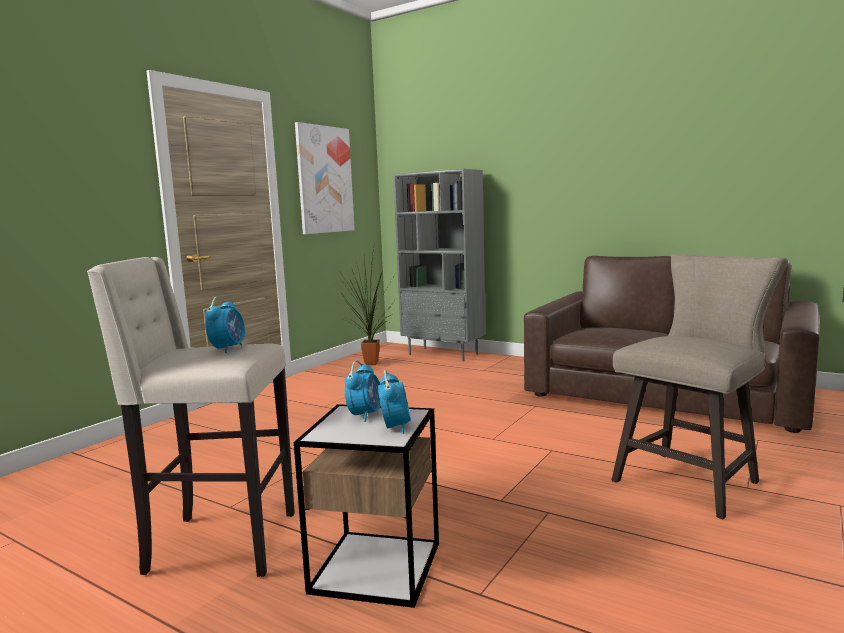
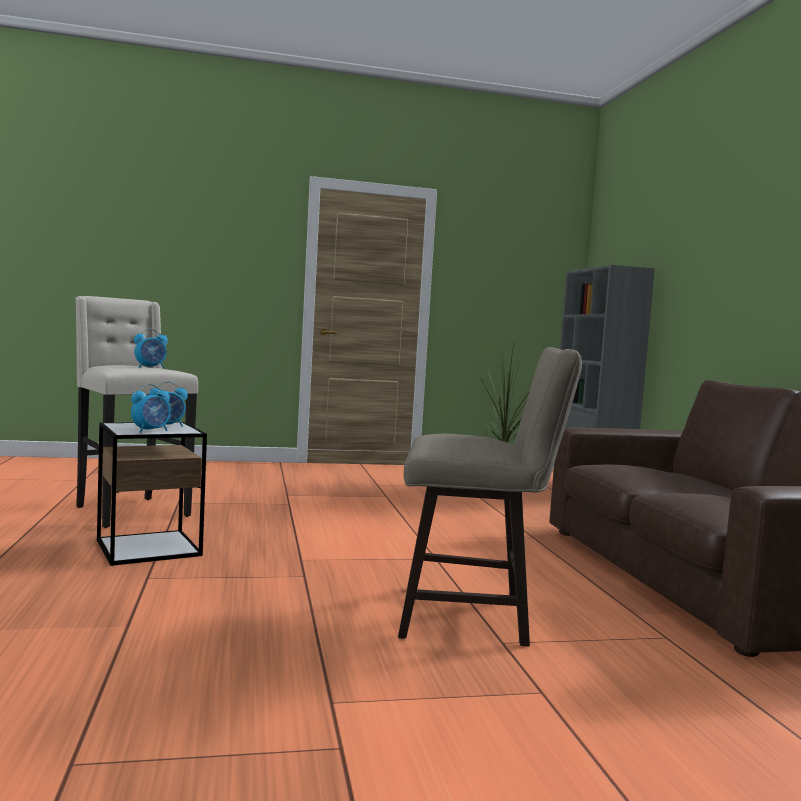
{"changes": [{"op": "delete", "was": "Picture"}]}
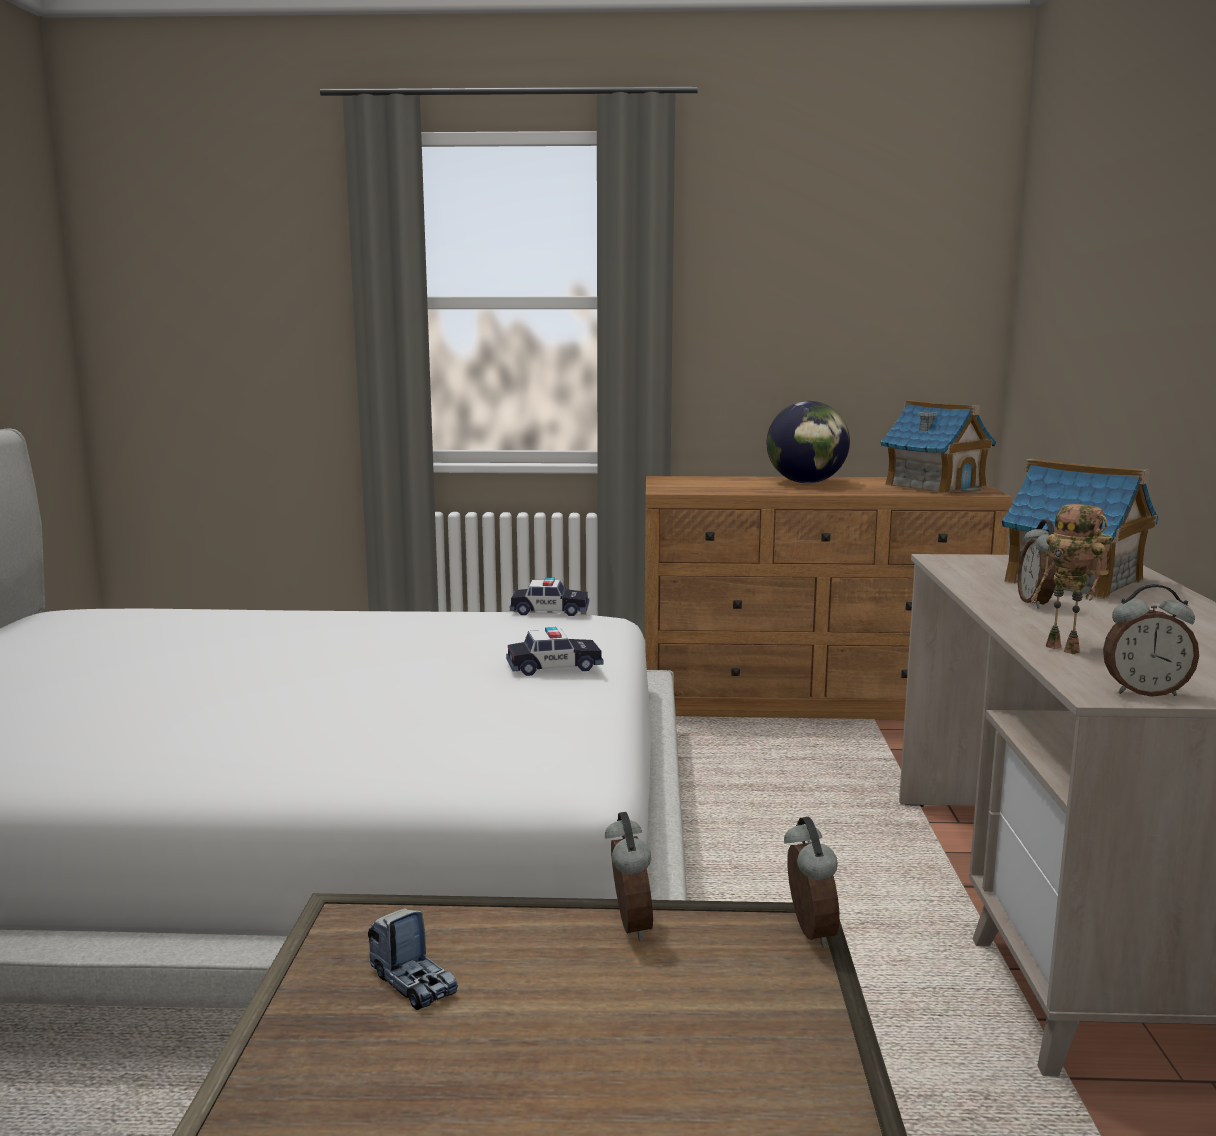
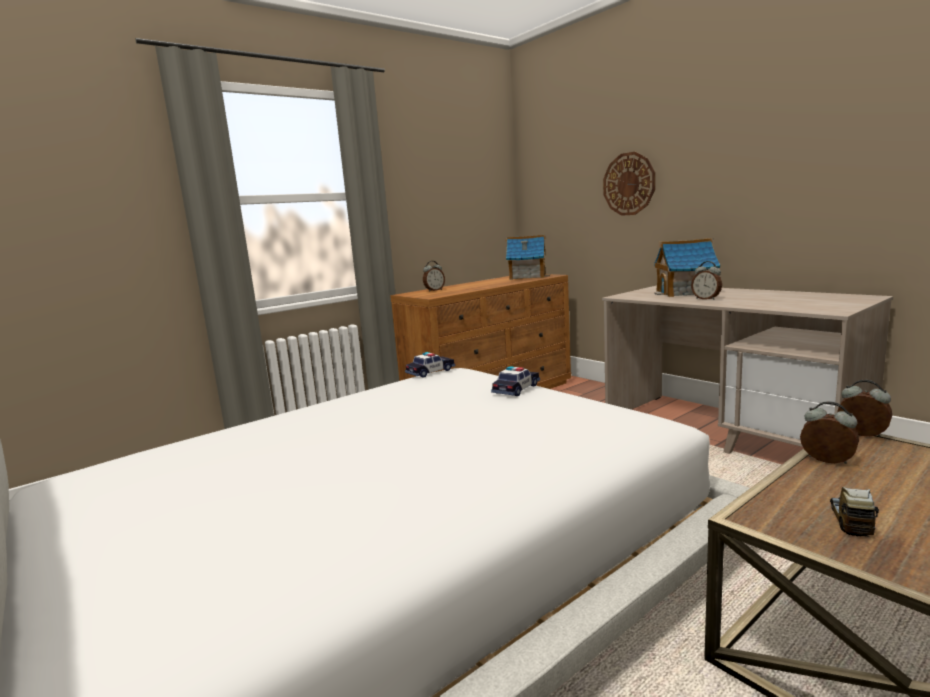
{"changes": [{"op": "delete", "was": "Globe"}, {"op": "delete", "was": "ToyRobot"}, {"op": "insert", "now": "WallClock"}, {"op": "move", "was": "AlarmClock (4th from left in the first image)", "now": "AlarmClock (1st from left)"}, {"op": "rotate", "was": "ToyTruck", "clockwise": -75}]}
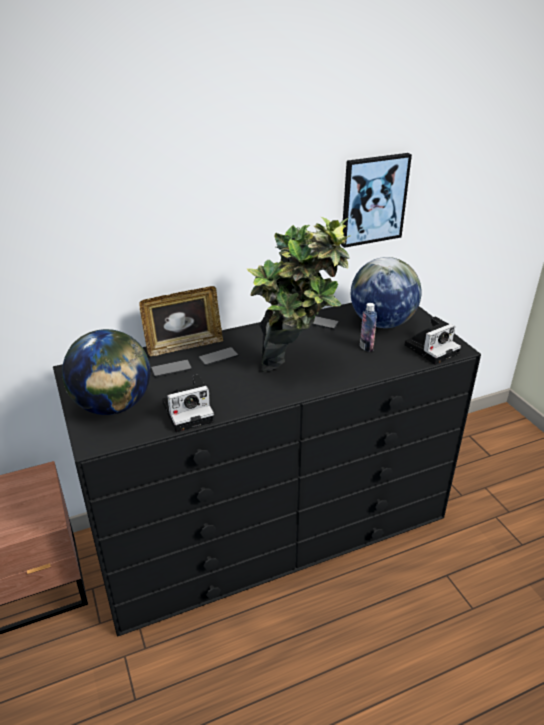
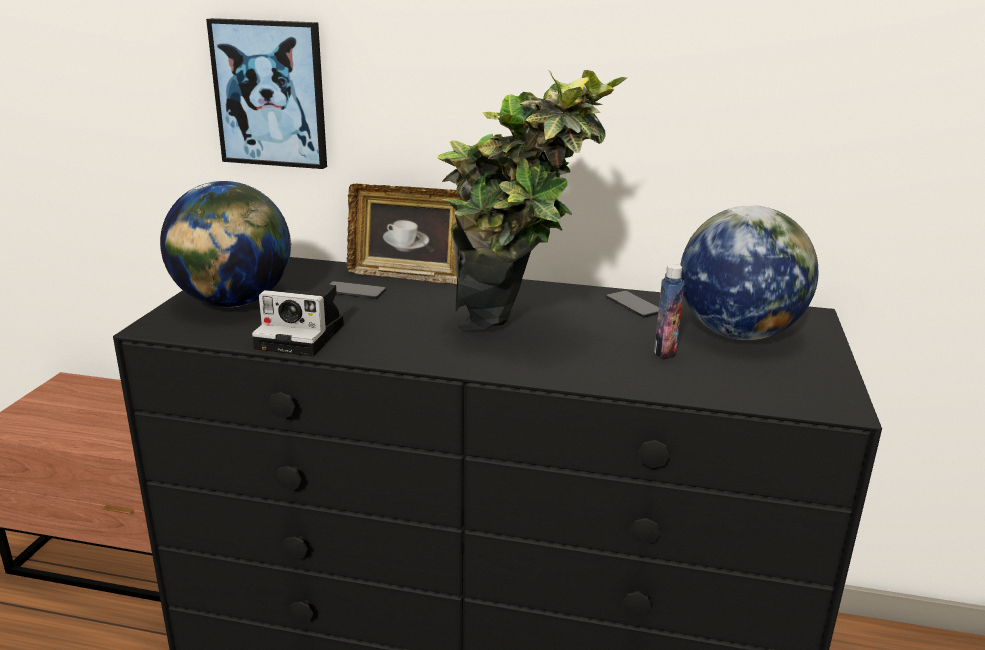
{"changes": [{"op": "delete", "was": "Phone (2nd from left)"}, {"op": "delete", "was": "PhotoCamera (2nd from left)"}, {"op": "move", "was": "Picture"}]}
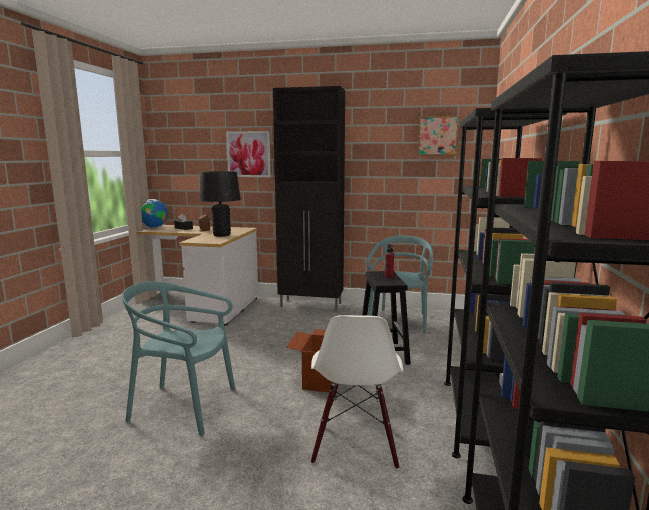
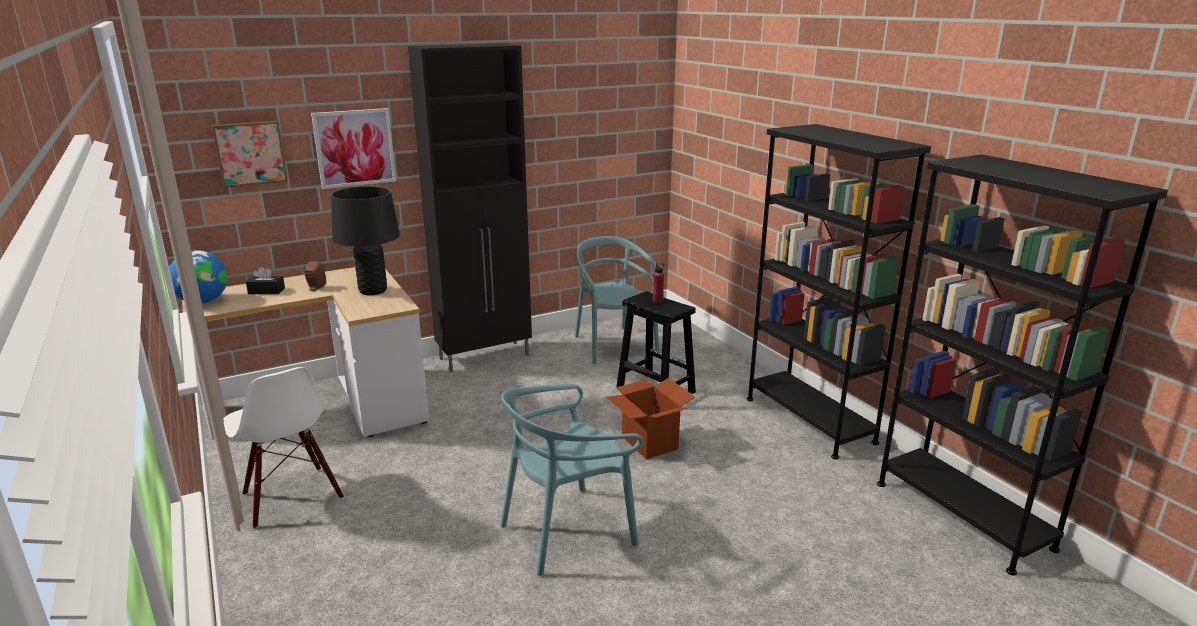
{"changes": [{"op": "move", "was": "WhiteChair"}, {"op": "move", "was": "Picture (2nd from left in the first image)", "now": "Picture (1st from left)"}]}
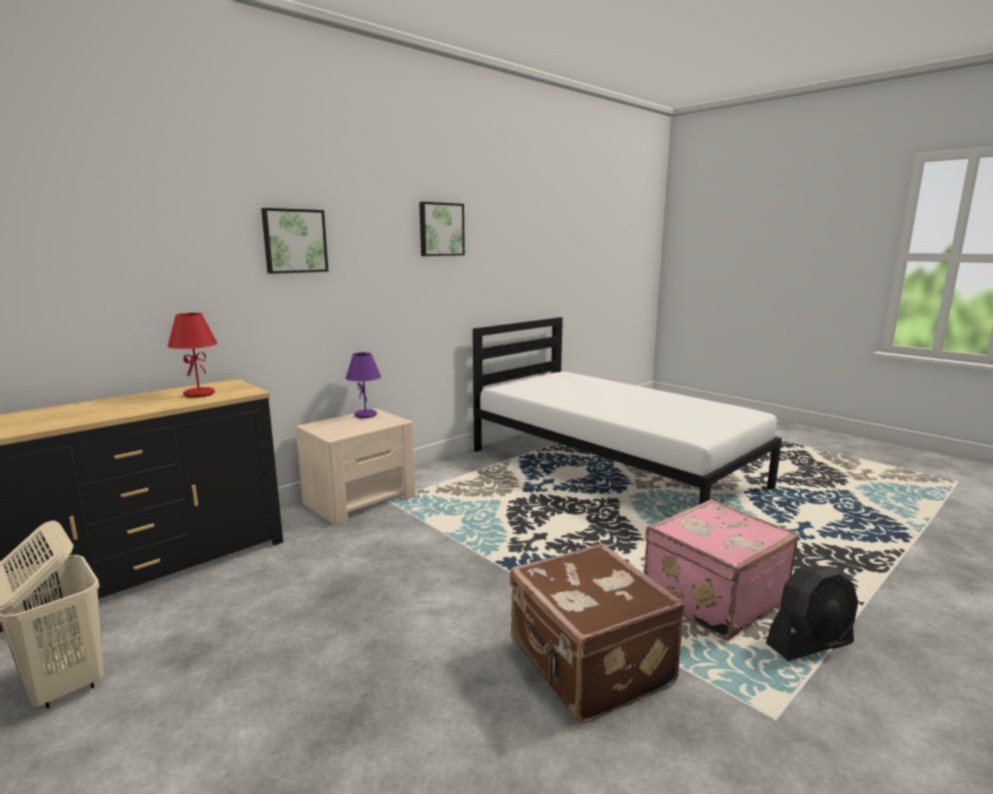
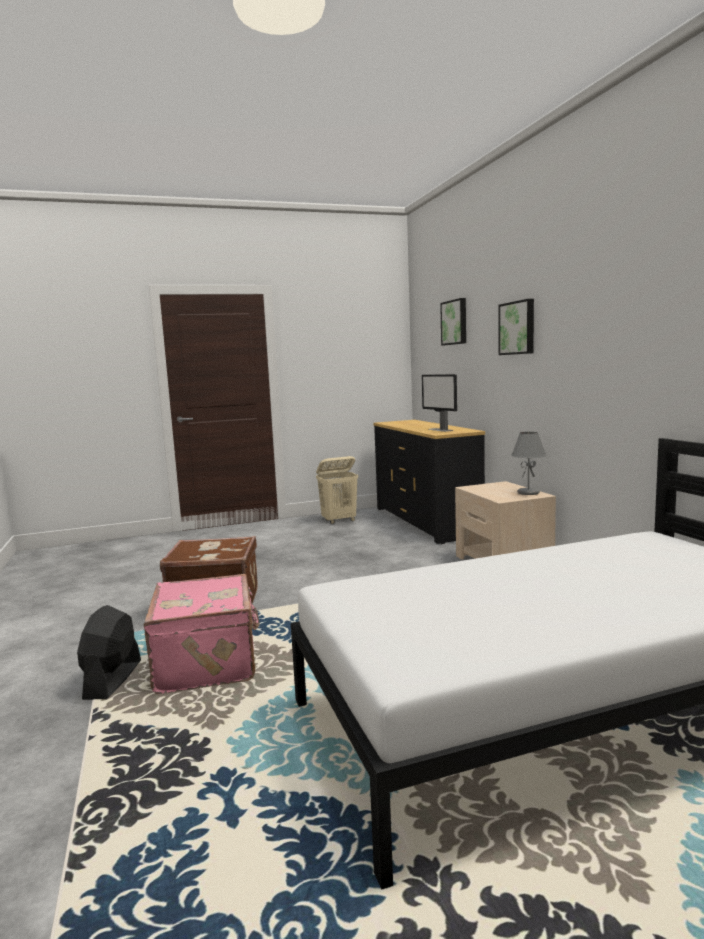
{"changes": [{"op": "move", "was": "Picture (2nd from left in the first image)", "now": "Picture (1st from left)"}, {"op": "replace", "was": "RedTableLamp", "now": "Monitor"}, {"op": "recolor", "was": "PurpleTableLamp", "now": "GreyTableLamp"}]}
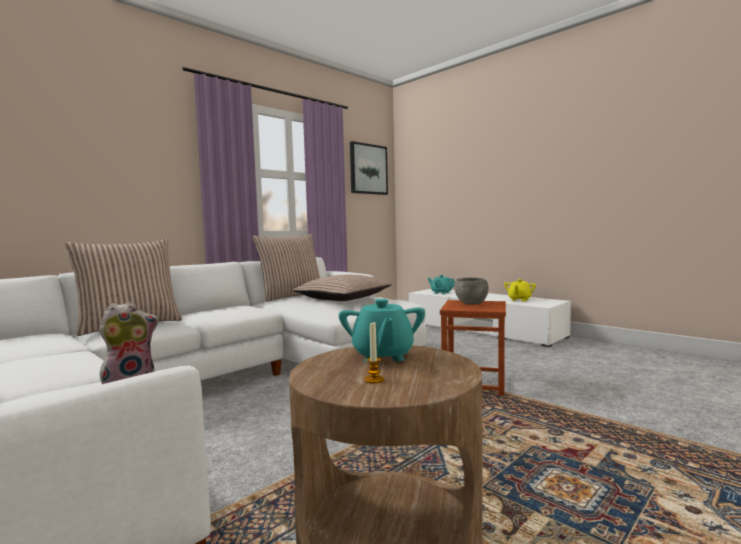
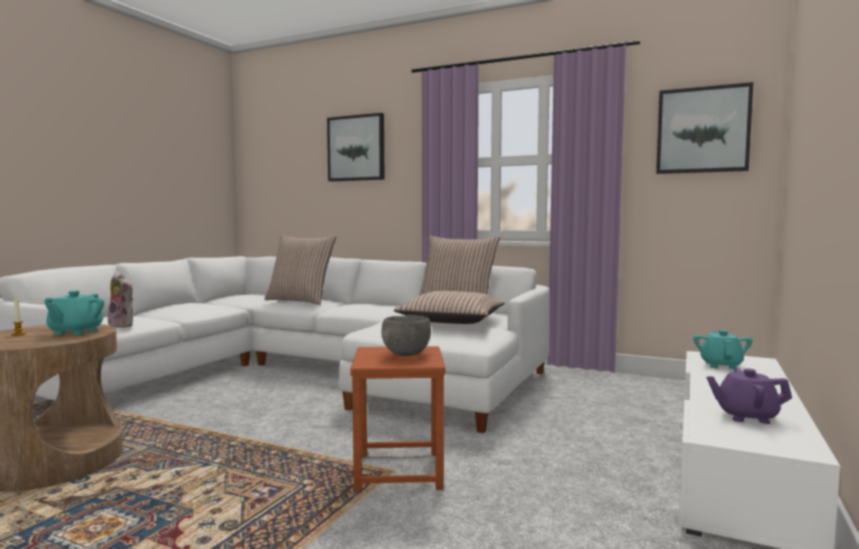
{"changes": [{"op": "insert", "now": "Picture (1st from left)"}, {"op": "recolor", "was": "YellowTeapot", "now": "PurpleTeapot"}, {"op": "rotate", "was": "TurquoiseTeapot (1st from left)", "clockwise": -60}]}
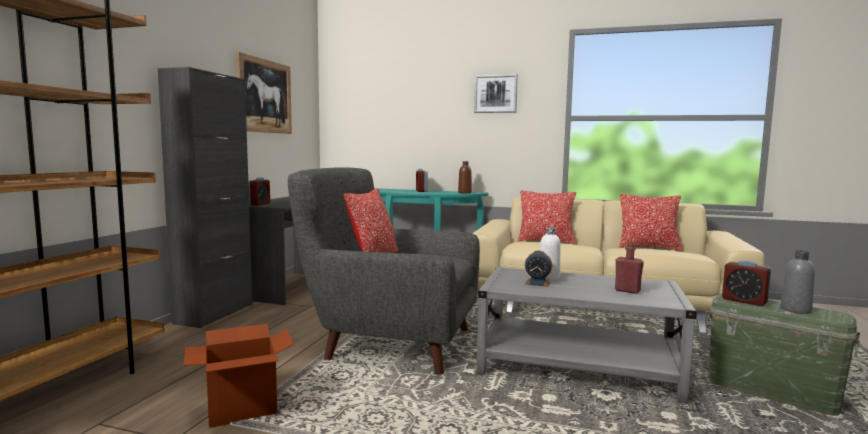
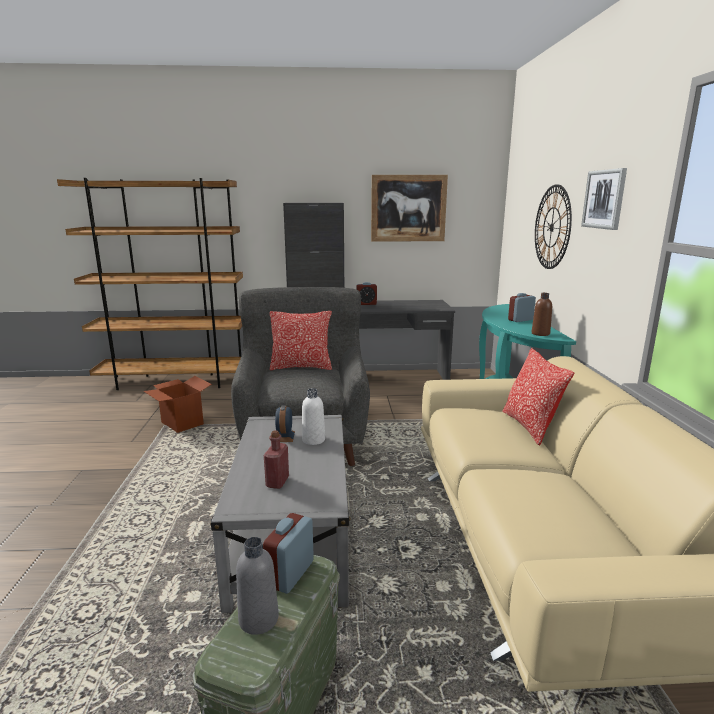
{"changes": [{"op": "delete", "was": "Pillow (3rd from left)"}, {"op": "insert", "now": "WallClock"}]}
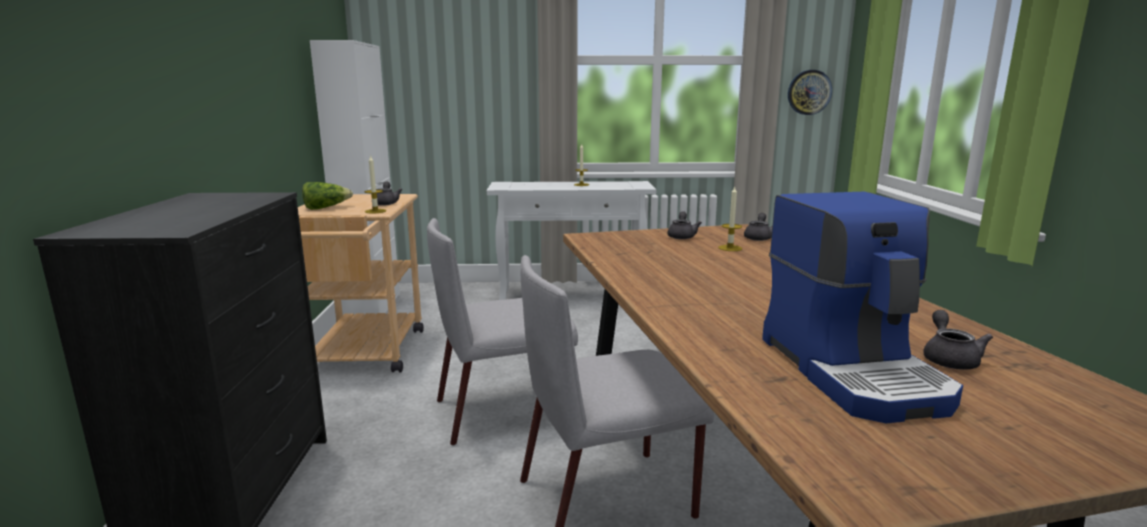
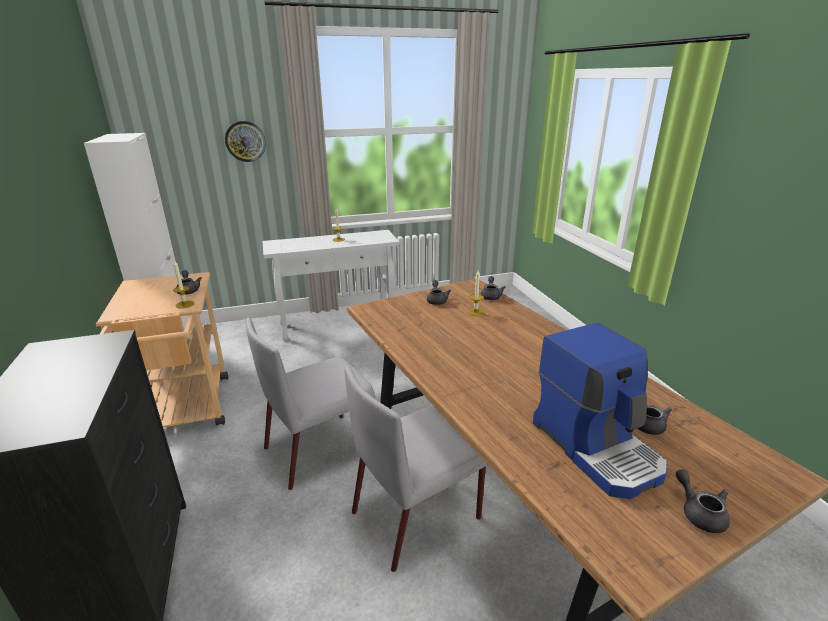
{"changes": [{"op": "delete", "was": "Lettuce"}, {"op": "insert", "now": "GreyTeapot (5th from left)"}, {"op": "move", "was": "WallClock"}]}
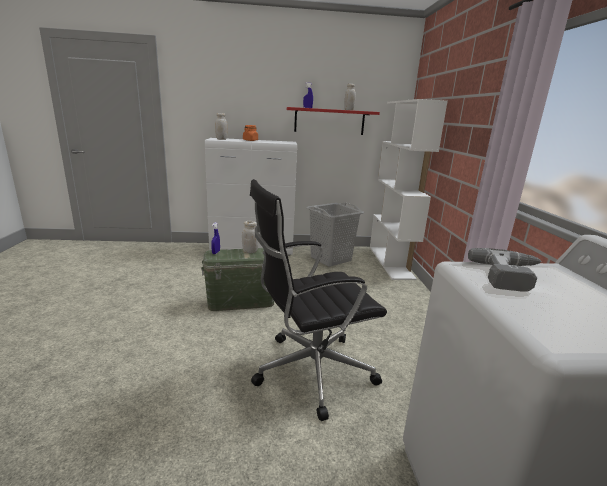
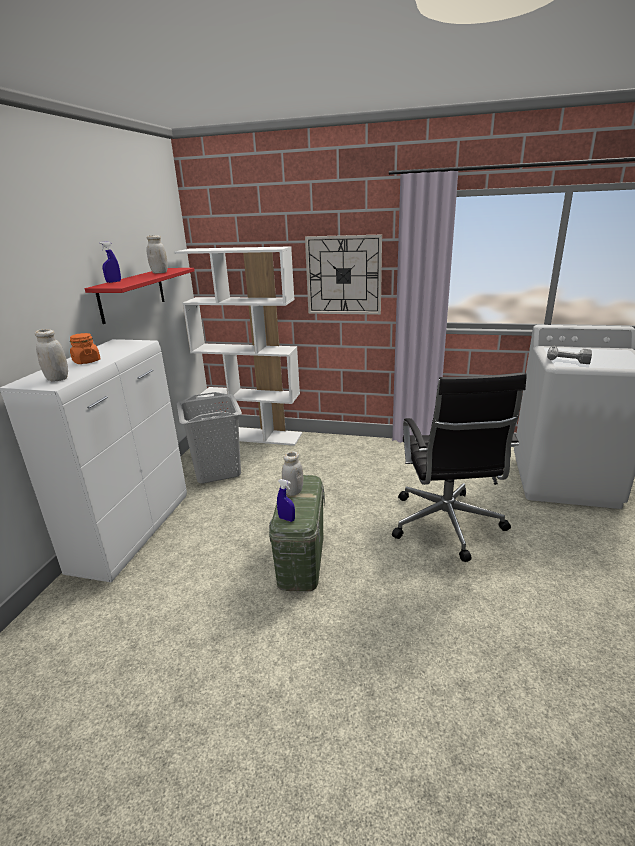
{"changes": [{"op": "insert", "now": "WallClock"}]}
